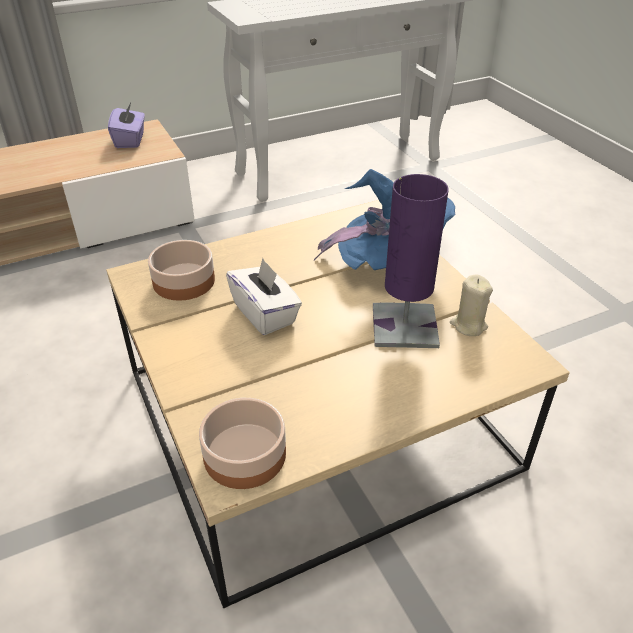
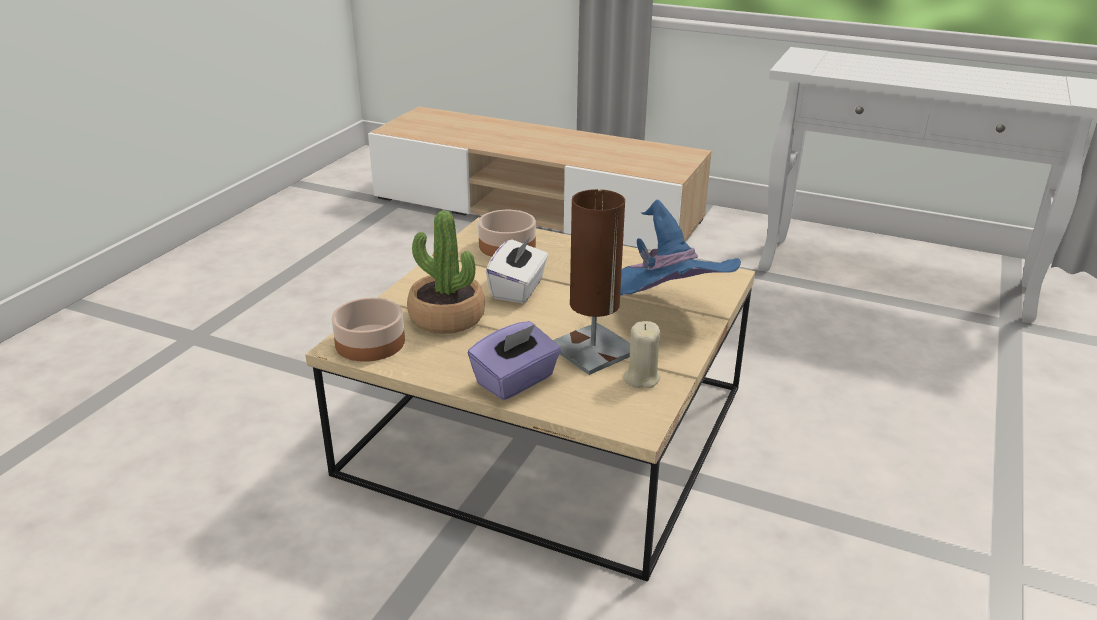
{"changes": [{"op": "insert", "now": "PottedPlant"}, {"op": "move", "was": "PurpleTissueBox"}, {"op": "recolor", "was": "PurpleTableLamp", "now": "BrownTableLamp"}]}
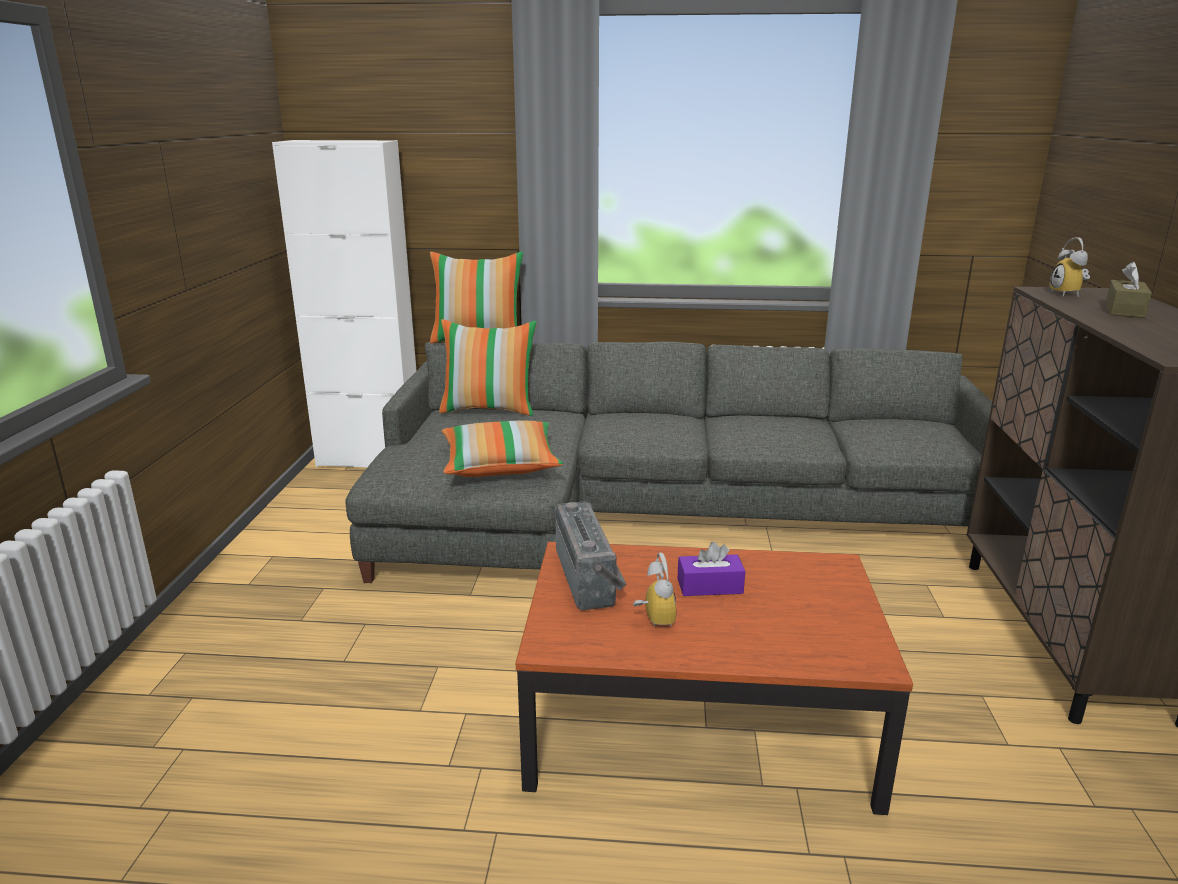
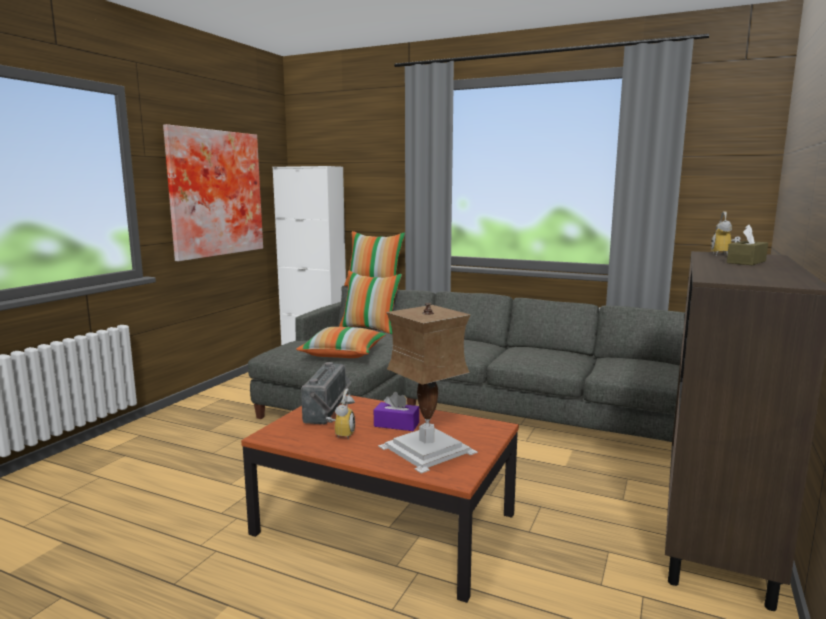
{"changes": [{"op": "insert", "now": "Picture"}, {"op": "insert", "now": "TableLamp"}]}
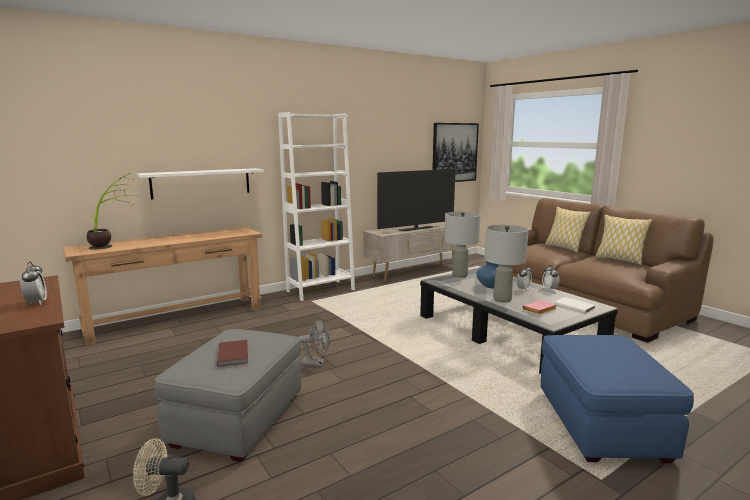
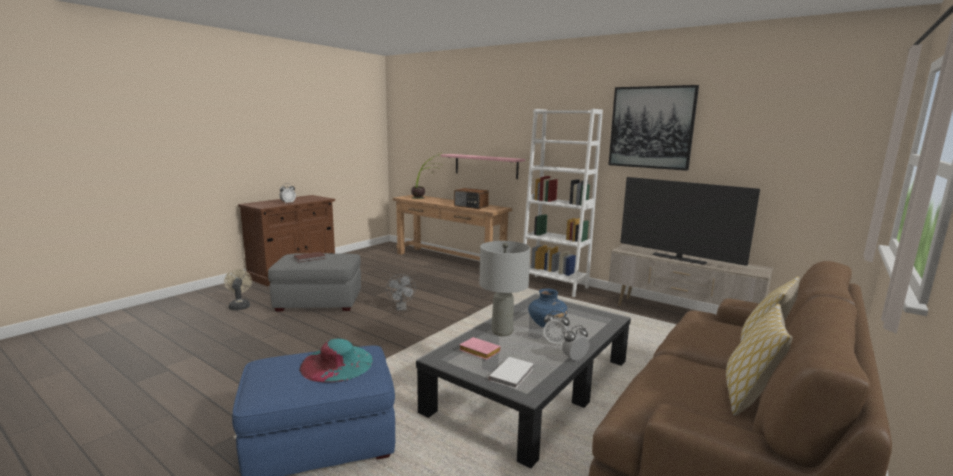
{"changes": [{"op": "delete", "was": "GreyTableLamp (1st from left)"}, {"op": "insert", "now": "TurquoiseHat"}, {"op": "insert", "now": "Radio"}, {"op": "move", "was": "Picture"}, {"op": "recolor", "was": "WhiteShelf", "now": "PinkShelf"}]}
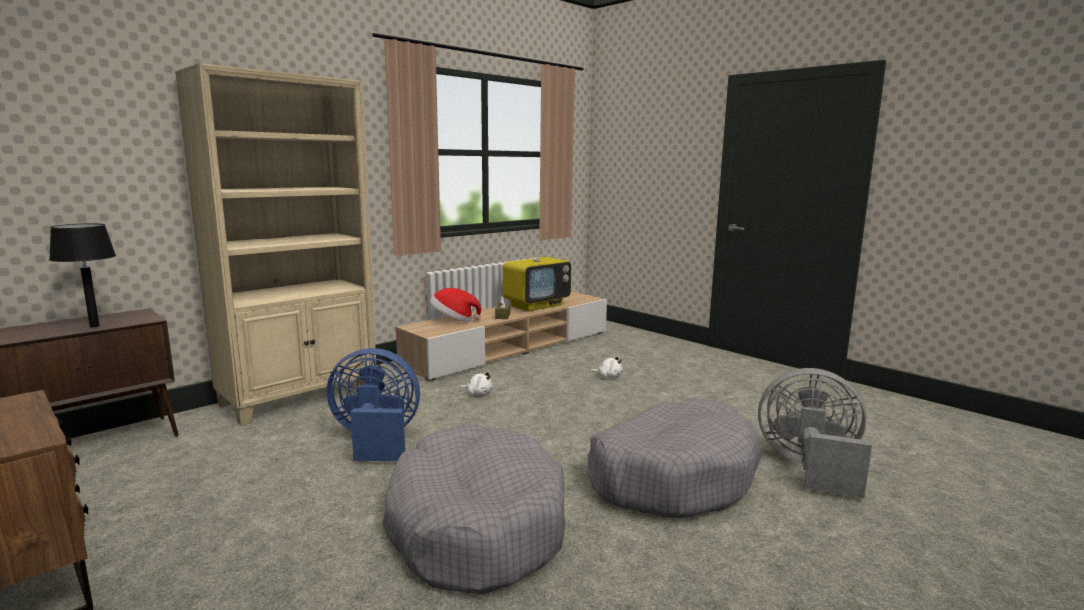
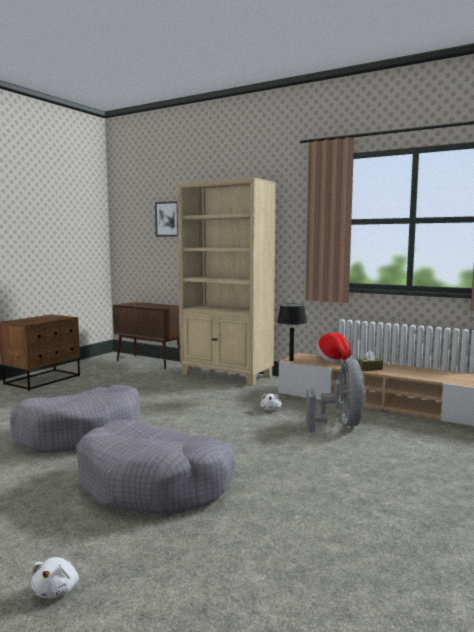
{"changes": [{"op": "delete", "was": "BlueFan"}, {"op": "delete", "was": "Television"}, {"op": "insert", "now": "Picture"}, {"op": "move", "was": "BlackTableLamp"}, {"op": "move", "was": "WhitePlushToy (2nd from left in the first image)", "now": "WhitePlushToy (1st from left)"}, {"op": "move", "was": "GreyFan"}]}
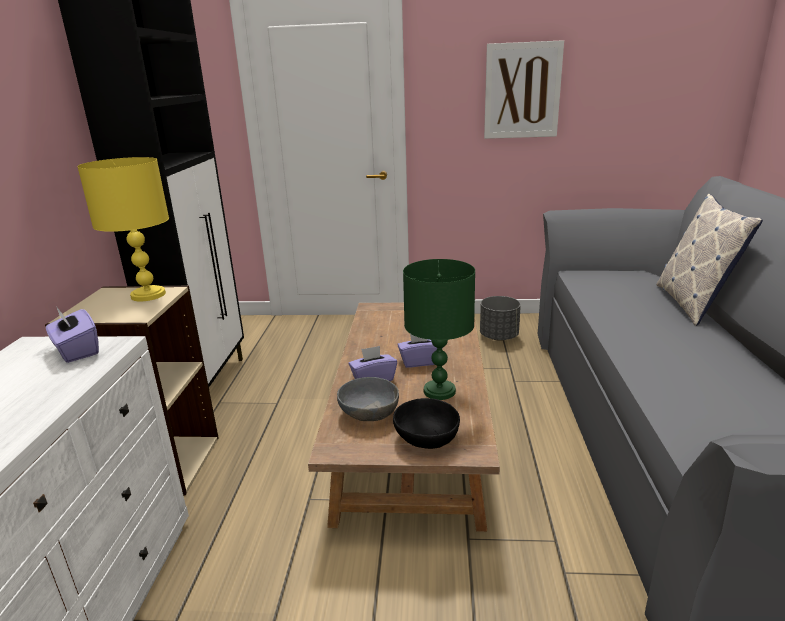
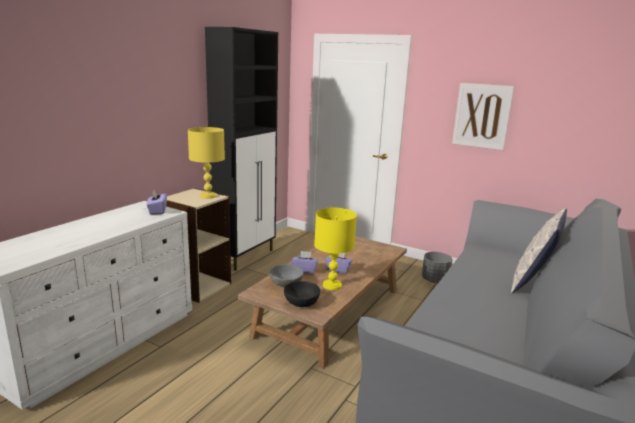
{"changes": [{"op": "recolor", "was": "GreenTableLamp", "now": "YellowTableLamp (2nd from left)"}]}
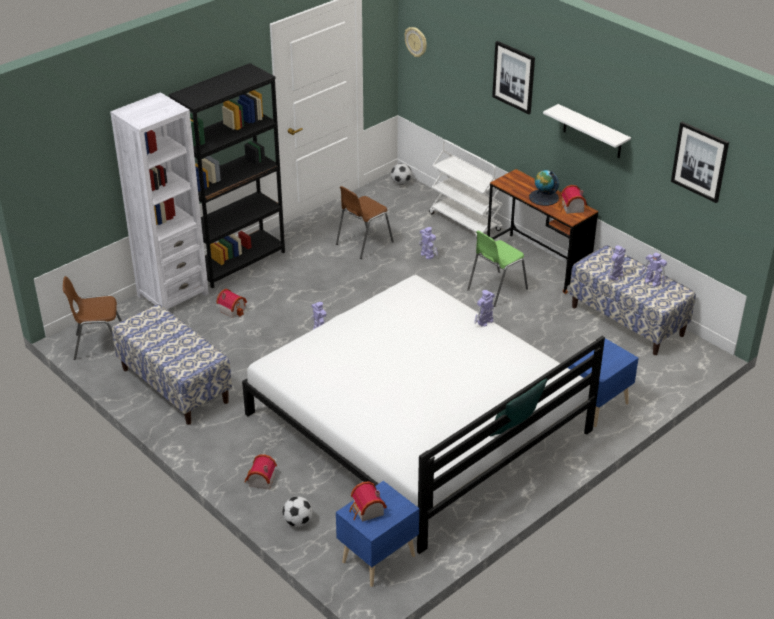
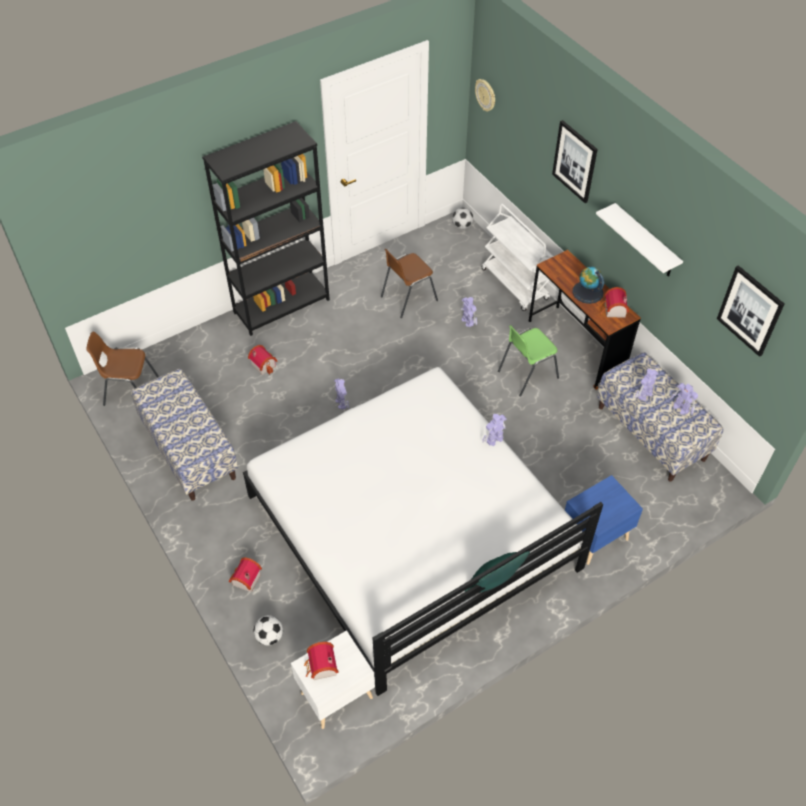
{"changes": [{"op": "delete", "was": "WhiteBookcase"}, {"op": "recolor", "was": "BlueNightstand (1st from left)", "now": "WhiteNightstand"}]}
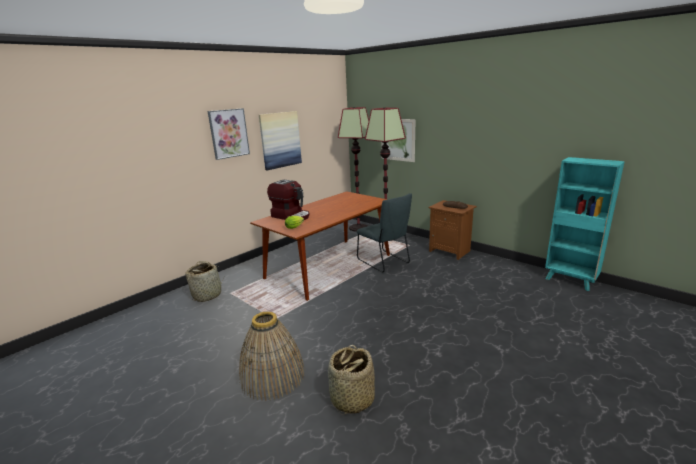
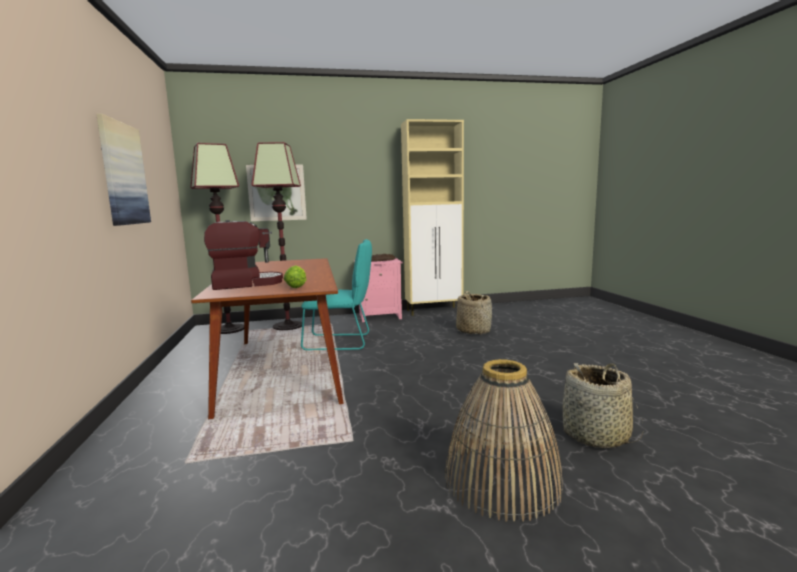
{"changes": [{"op": "delete", "was": "Picture (1st from left)"}, {"op": "delete", "was": "TurquoiseBookcase"}, {"op": "insert", "now": "BeigeCabinet"}, {"op": "move", "was": "Basket (1st from left)"}, {"op": "recolor", "was": "GreyChair", "now": "TurquoiseChair"}, {"op": "recolor", "was": "BrownNightstand", "now": "PinkNightstand"}]}
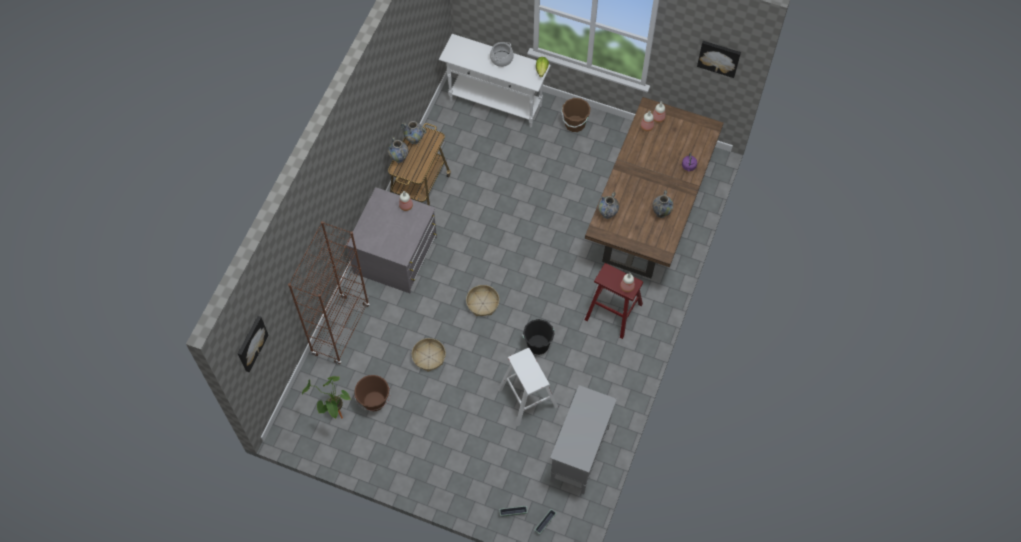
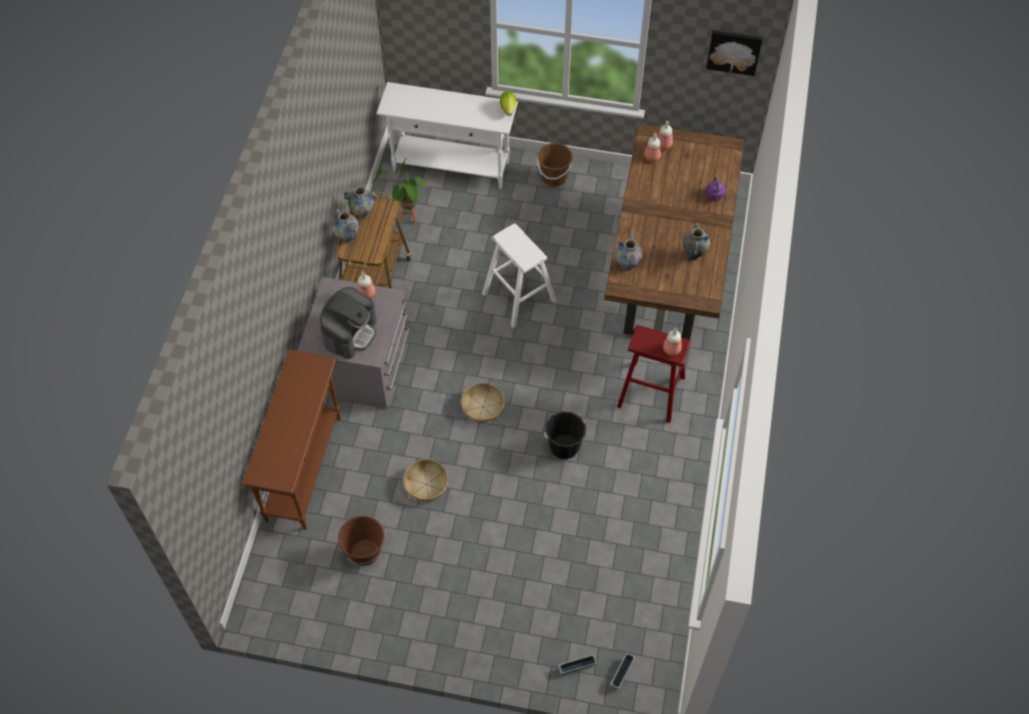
{"changes": [{"op": "delete", "was": "Picture (1st from left)"}, {"op": "delete", "was": "CookingPot"}, {"op": "delete", "was": "GreyCabinet"}, {"op": "insert", "now": "CoffeeMachine"}, {"op": "move", "was": "PottedPlant"}, {"op": "move", "was": "WhiteStool"}, {"op": "replace", "was": "BrownBookcase", "now": "BrownConsoleTable"}]}
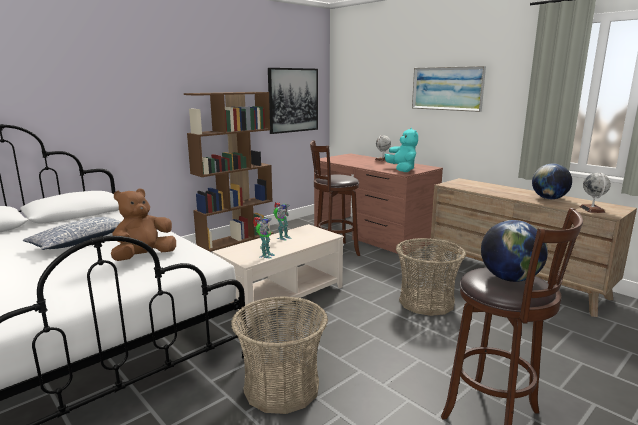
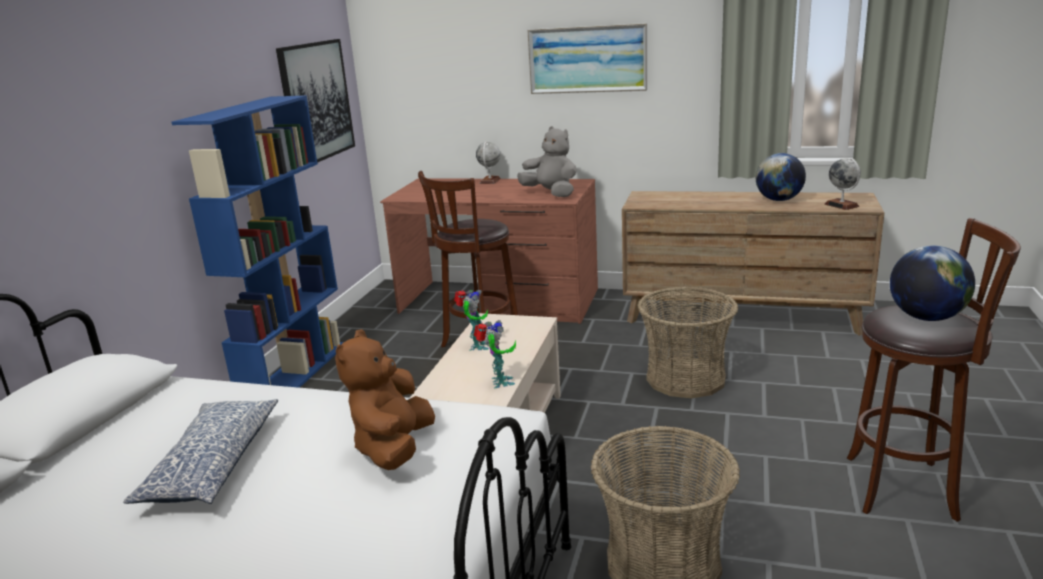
{"changes": [{"op": "recolor", "was": "BrownBookcase", "now": "BlueBookcase"}, {"op": "recolor", "was": "TurquoisePlushToy", "now": "GreyPlushToy"}]}
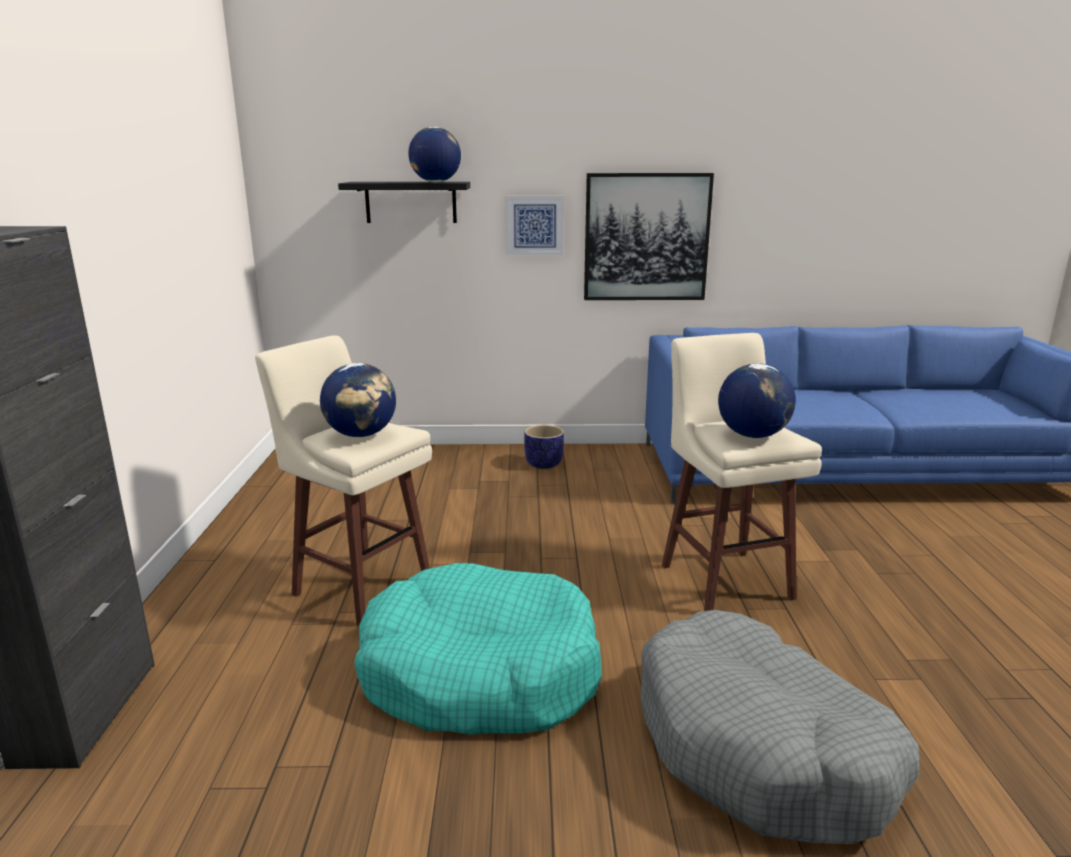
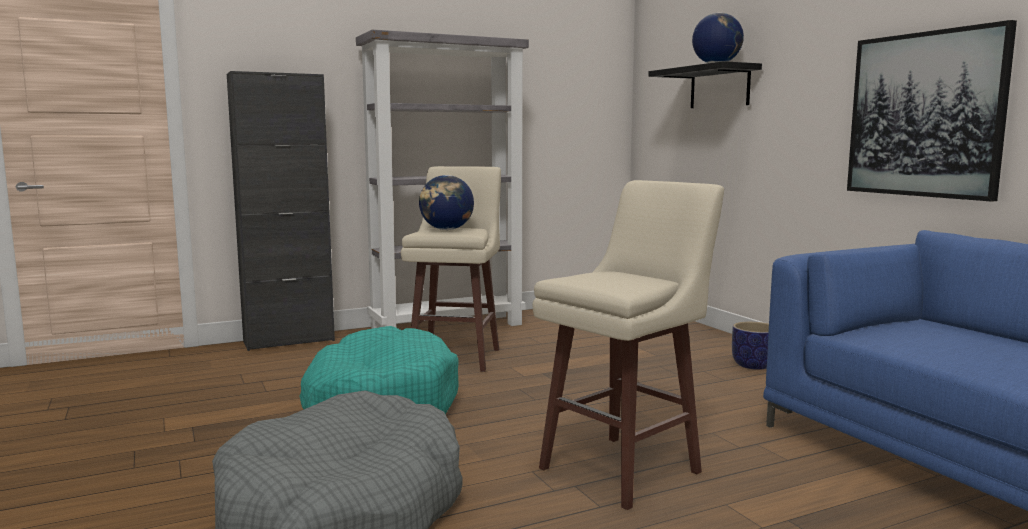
{"changes": [{"op": "delete", "was": "Picture (1st from left)"}, {"op": "delete", "was": "Globe (3rd from left)"}, {"op": "insert", "now": "GreyBookcase"}]}
